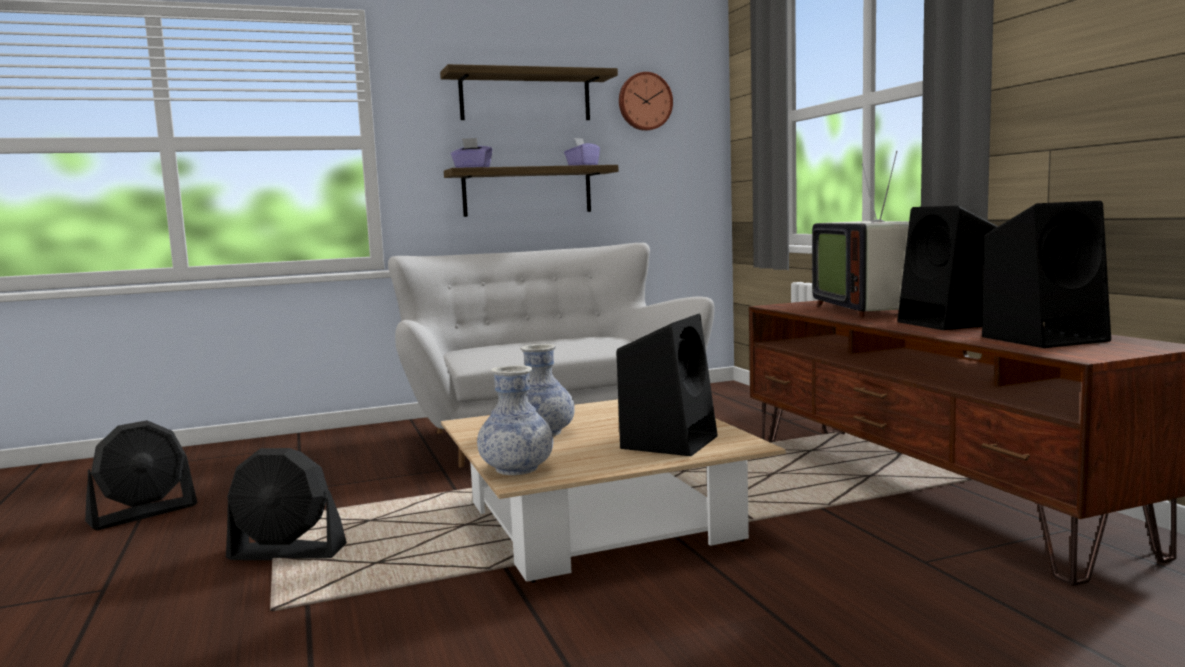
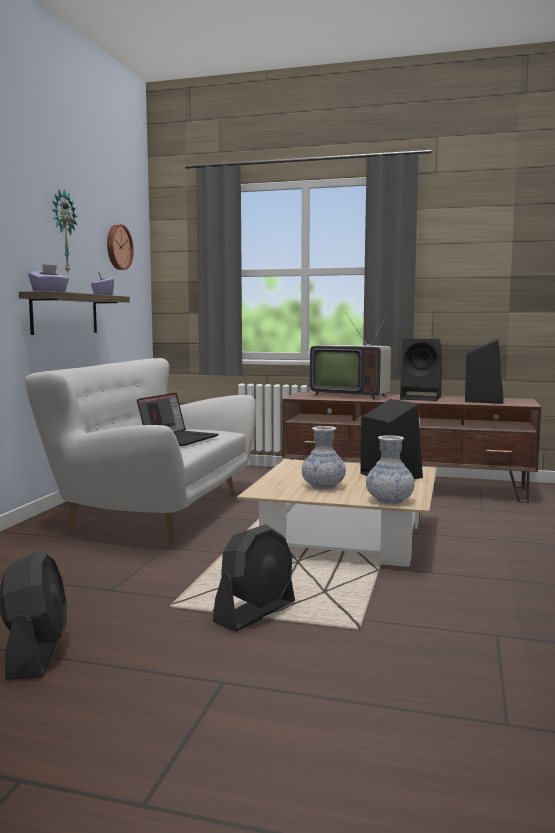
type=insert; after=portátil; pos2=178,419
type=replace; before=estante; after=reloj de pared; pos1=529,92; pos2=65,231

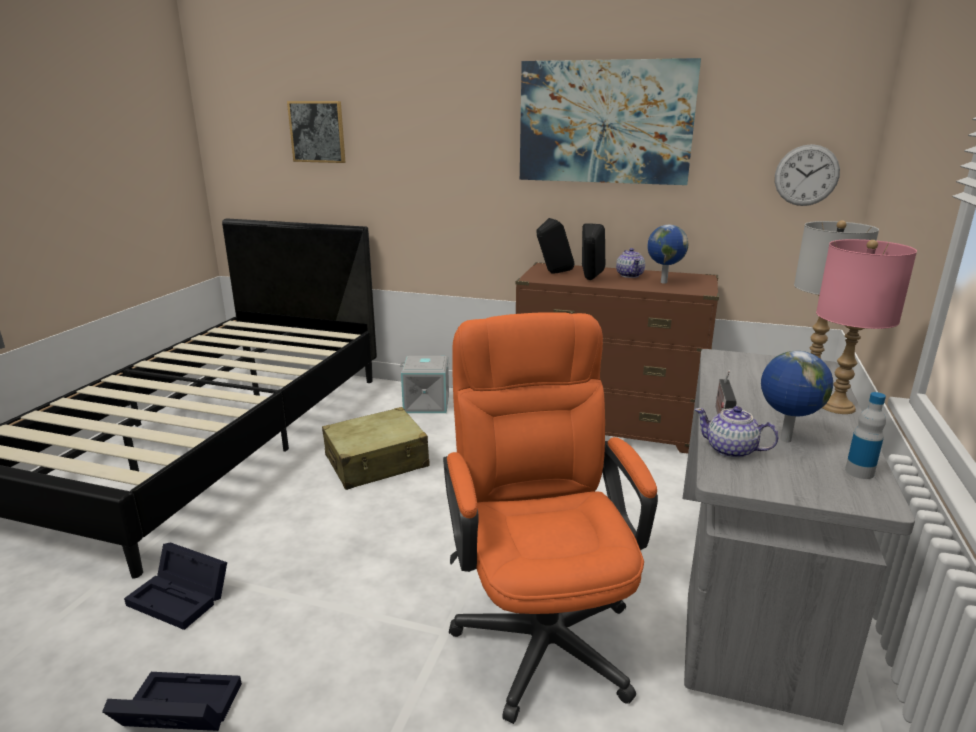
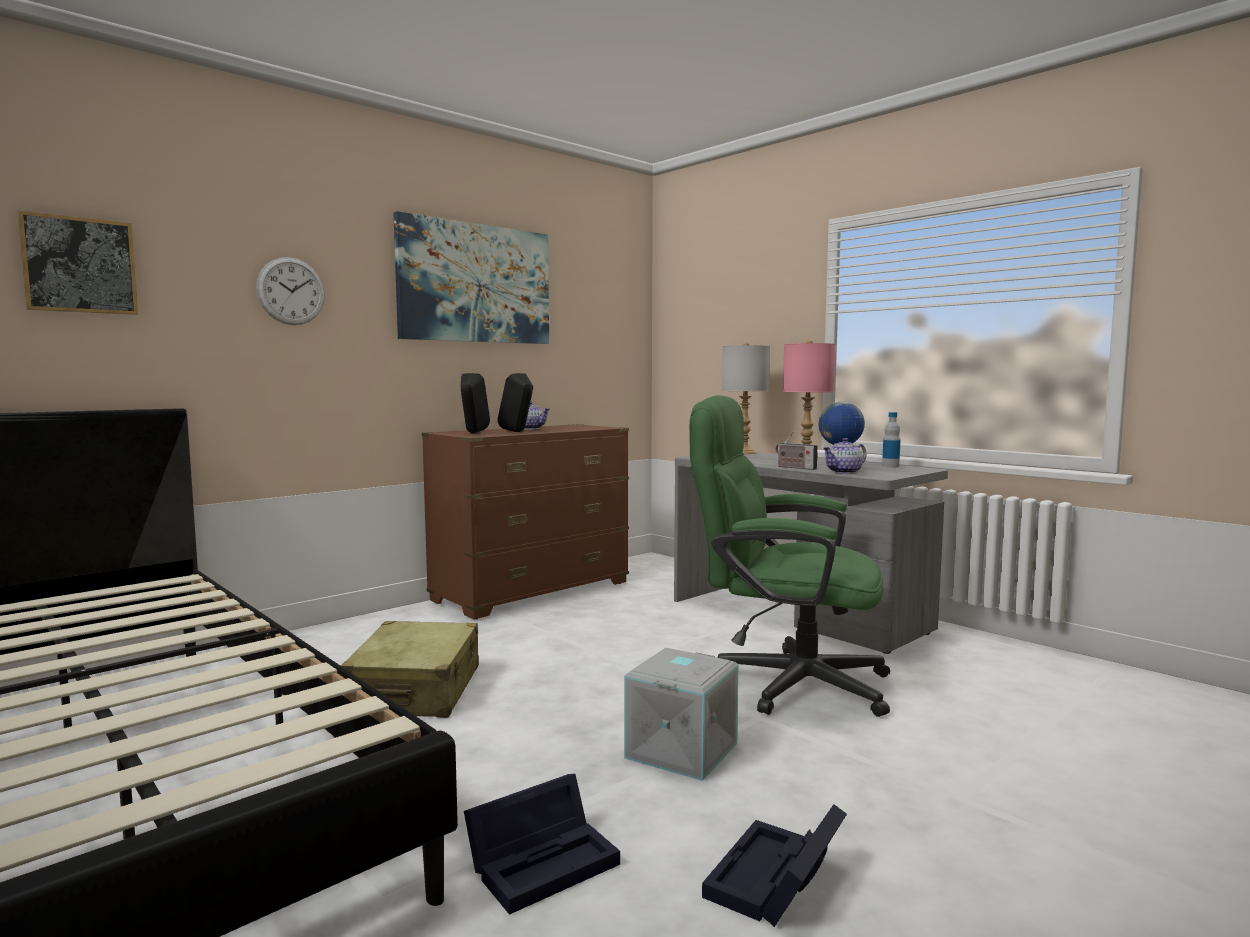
type=delete; before=globo terráqueo; pos1=667,254
type=move; before=caja de almacenaje [gris]; pos1=425,384; pos2=681,714
type=move; before=reloj de pared; pos1=807,175; pos2=290,291
type=recolor; before=silla de oficina [naranja]; after=silla de oficina [verde]; pos1=550,518; pos2=789,556

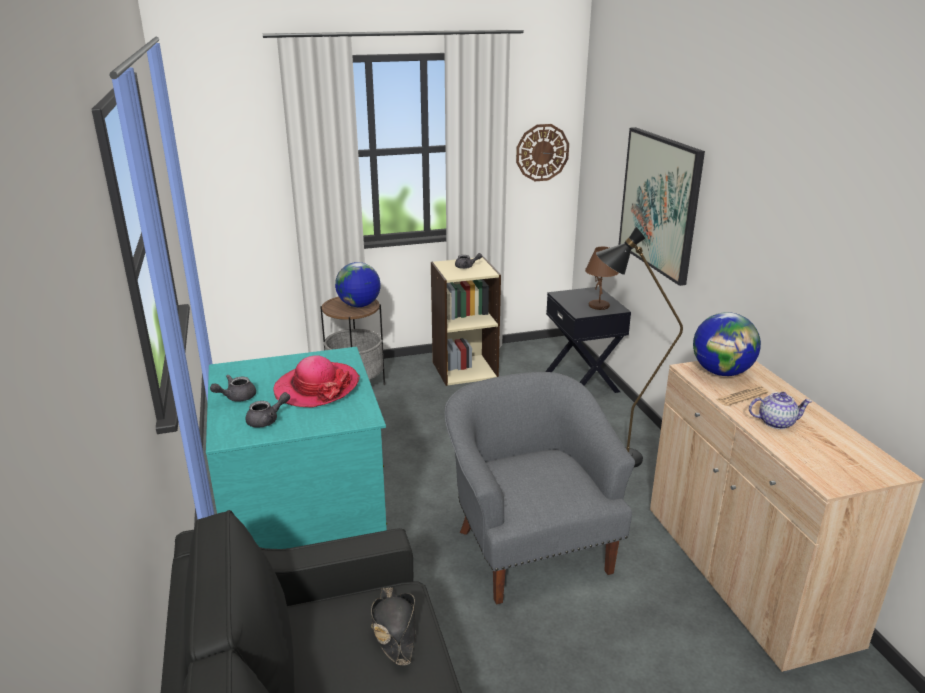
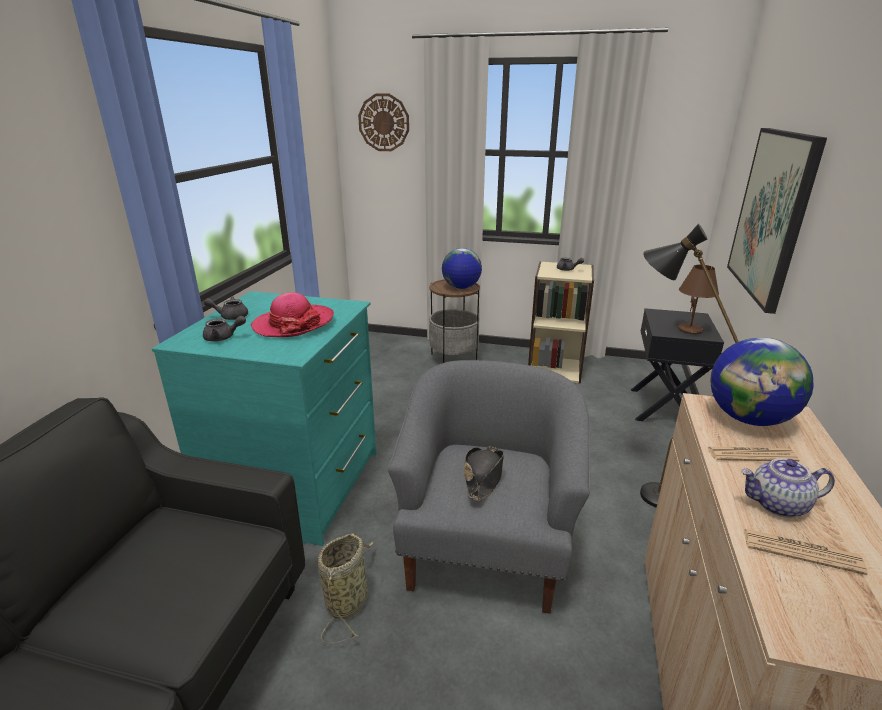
type=insert; after=cesta; pos2=346,588
type=insert; after=periódico; pos2=806,552
type=move; before=sombrero [negro]; pos1=393,626; pos2=484,473
type=move; before=reloj de pared; pos1=542,152; pos2=383,122
type=rotate; before=tetera; pos1=780,410; pos2=788,488; turn=150

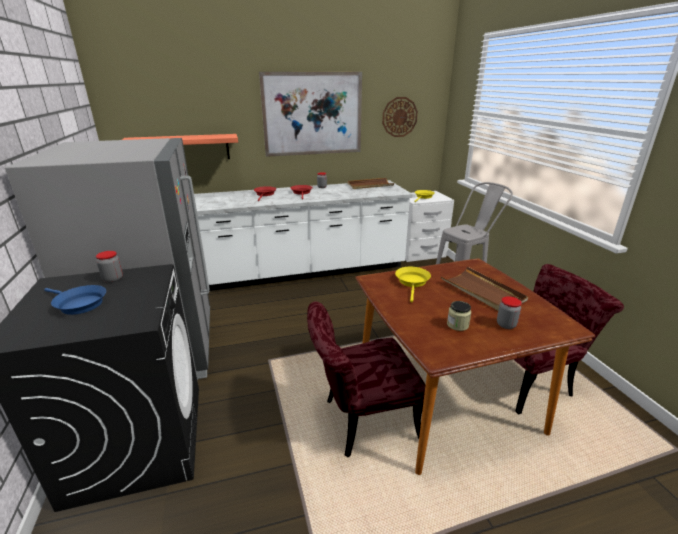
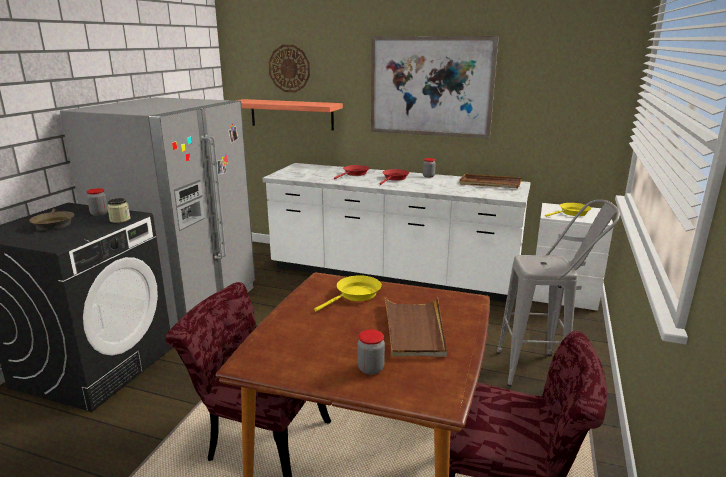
type=move; before=reloj de pared; pos1=400,117; pos2=289,68
type=move; before=tarro; pos1=459,316; pos2=118,210
type=recolor; before=sartén [azul]; after=sartén [marrón]; pos1=75,300; pos2=51,219

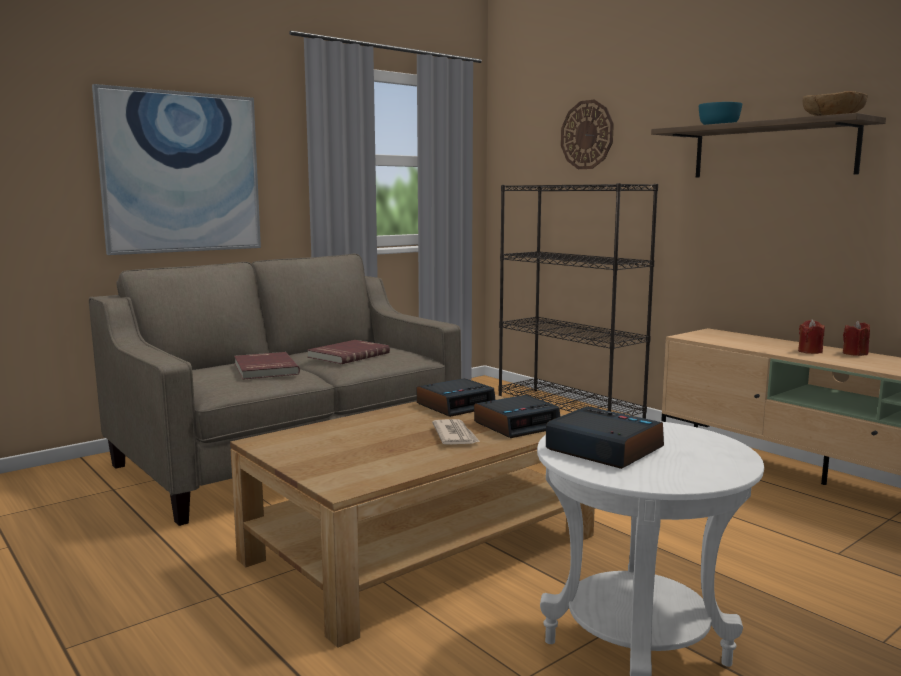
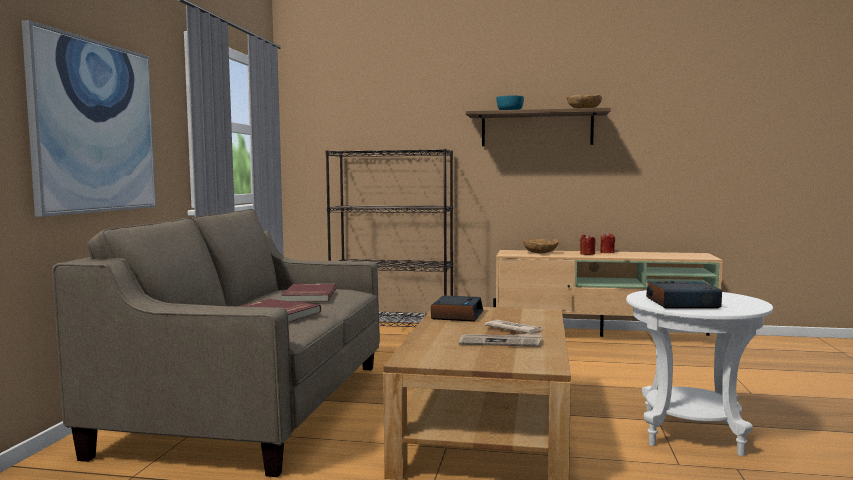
type=delete; before=despertador; pos1=517,416
type=delete; before=reloj de pared; pos1=587,134
type=insert; after=periódico; pos2=500,340
type=insert; after=cuenco [marrón]; pos2=541,246

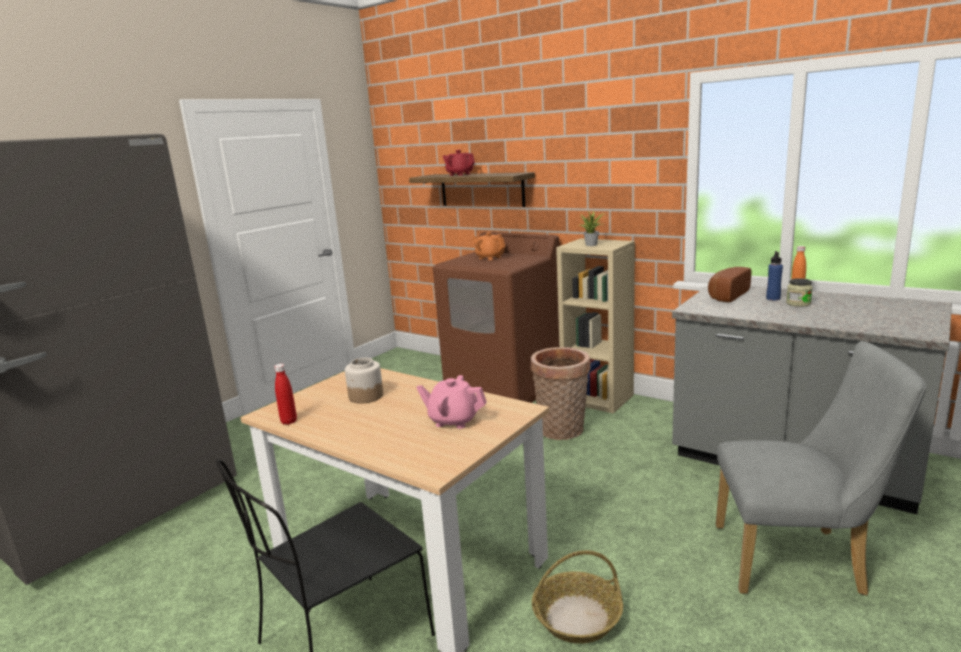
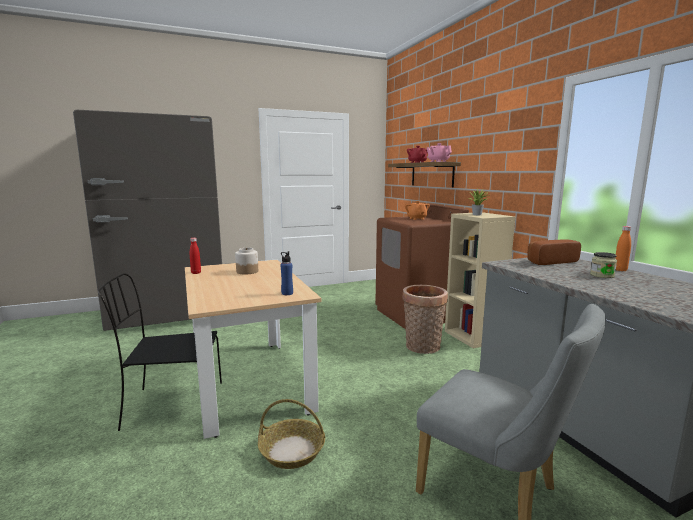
type=move; before=tetera [rosa]; pos1=451,402; pos2=439,152
type=move; before=botella [azul]; pos1=774,275; pos2=286,273

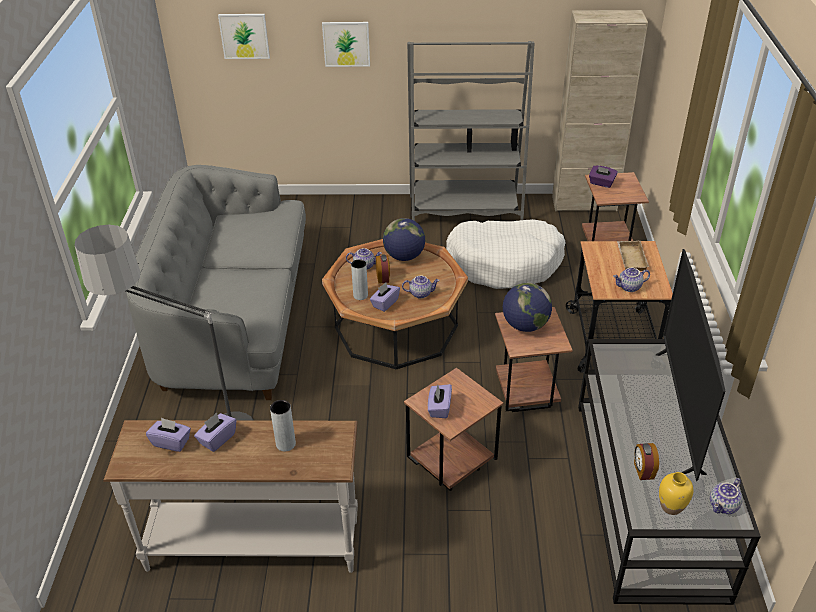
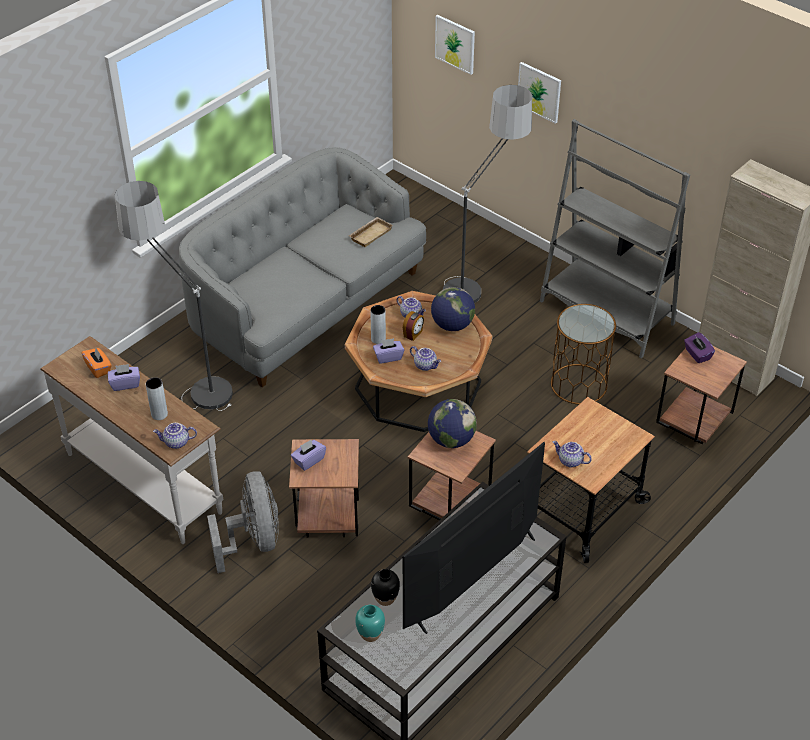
type=insert; after=ventilador [gris]; pos2=243,522
type=insert; after=lámpara de pie; pos2=487,194
type=move; before=bandeja [beis]; pos1=633,256; pos2=371,232
type=move; before=tetera; pos1=726,496; pos2=175,436
type=replace; before=cama para perro [blanco]; after=mesa auxiliar [marrón]; pos1=506,254; pos2=583,354
type=replace; before=despertador; after=florero [negro]; pos1=646,461; pos2=385,587
type=recolor; before=caja de pañuelos [morado]; after=caja de pañuelos [naranja]; pos1=168,435; pos2=97,363
type=recolor; before=florero [amarillo]; after=florero [turquesa]; pos1=676,493; pos2=370,623

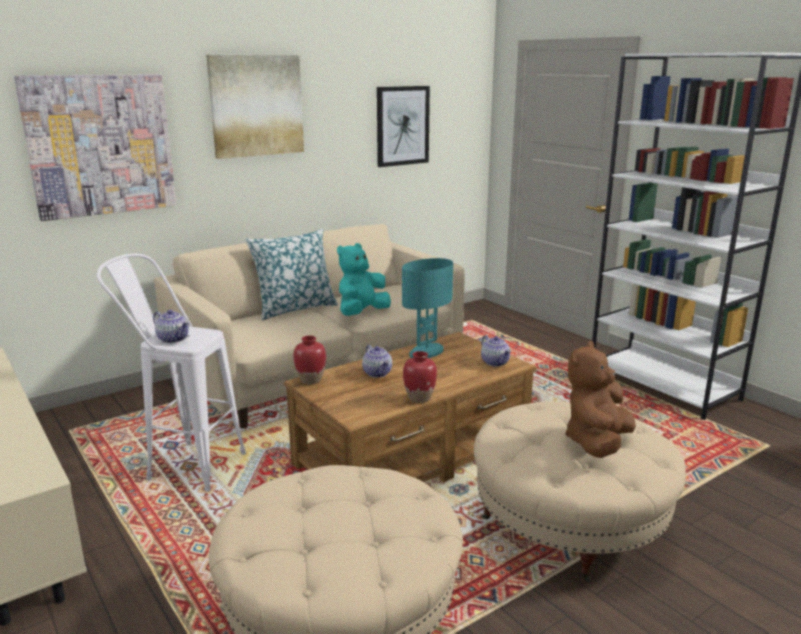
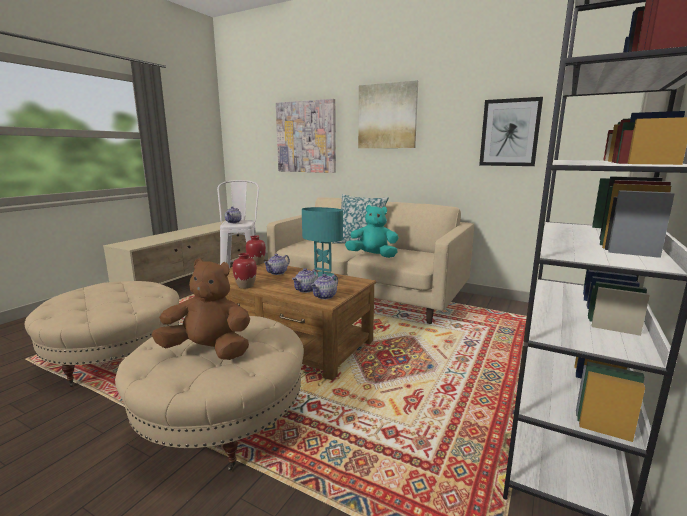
type=insert; after=tetera; pos2=305,280

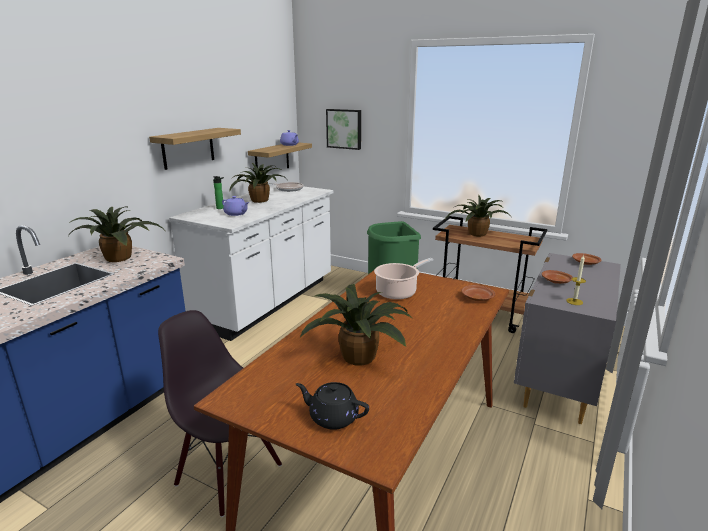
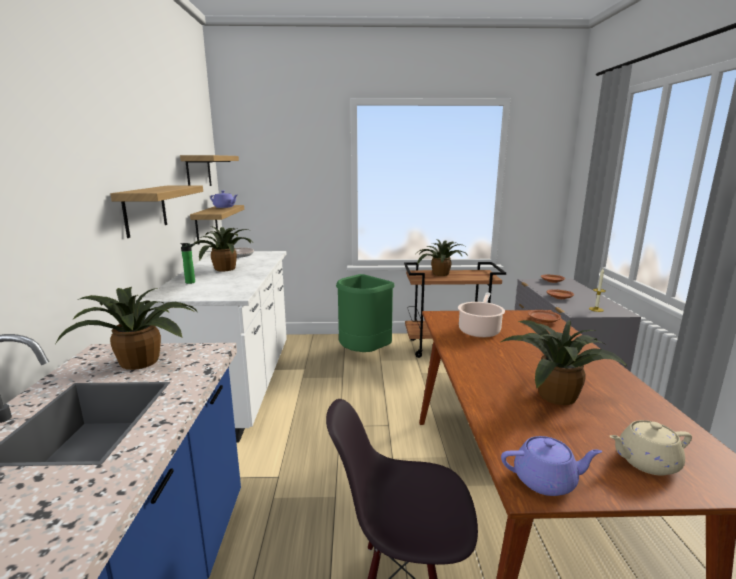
type=delete; before=cuadro; pos1=343,129
type=insert; after=estante; pos2=209,170
type=move; before=tetera [morado]; pos1=235,206; pos2=551,466
type=recolor; before=tetera [negro]; after=tetera [beis]; pos1=332,406; pos2=650,448

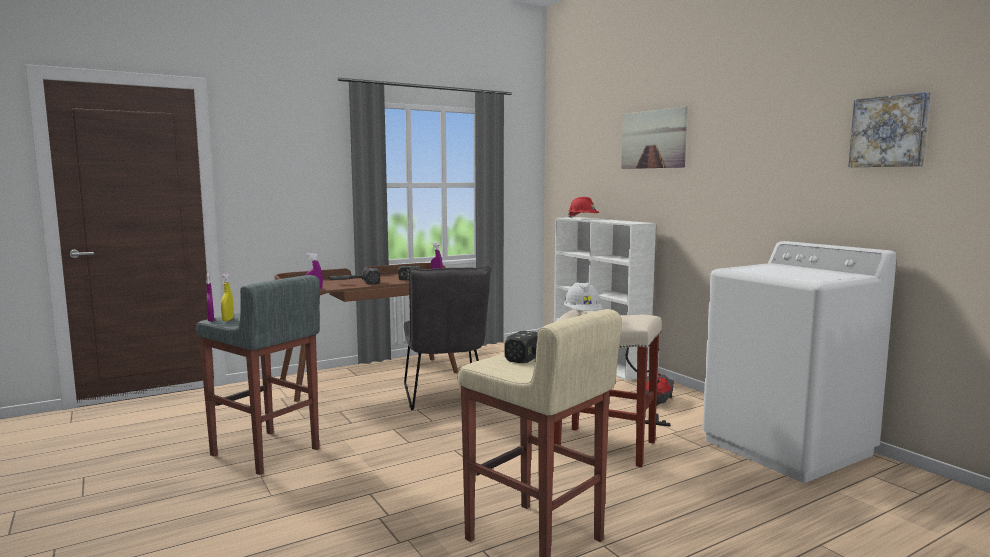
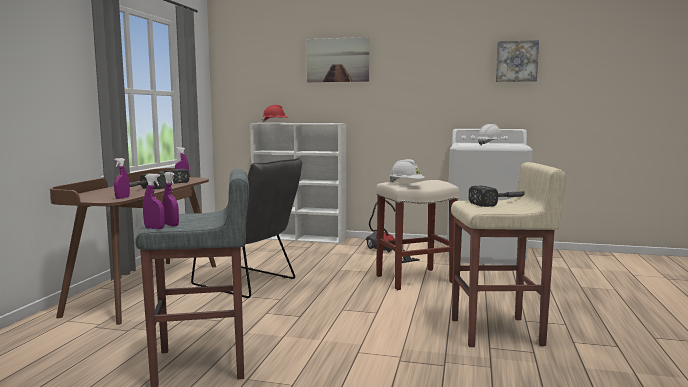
type=insert; after=casco [blanco]; pos2=491,134
type=recolor; before=pulverizador [amarillo]; after=pulverizador [morado]; pos1=227,297; pos2=171,199

